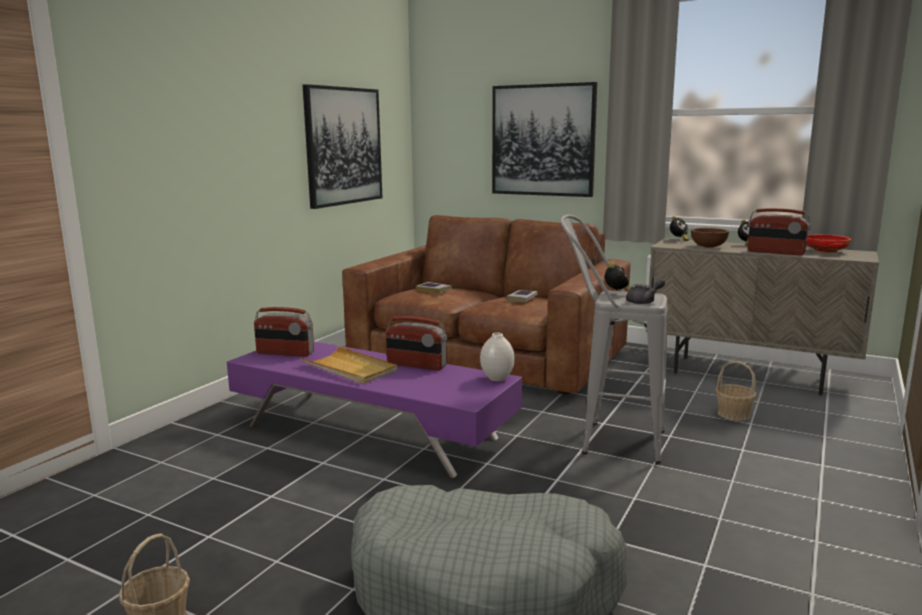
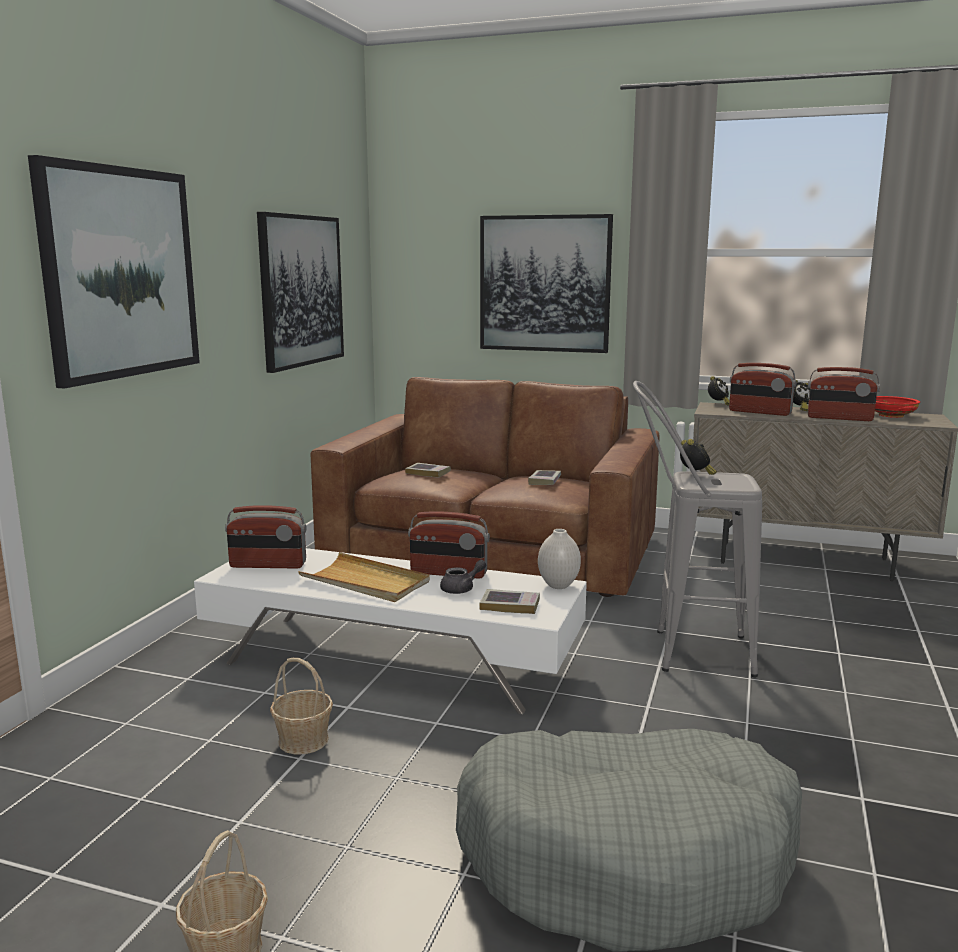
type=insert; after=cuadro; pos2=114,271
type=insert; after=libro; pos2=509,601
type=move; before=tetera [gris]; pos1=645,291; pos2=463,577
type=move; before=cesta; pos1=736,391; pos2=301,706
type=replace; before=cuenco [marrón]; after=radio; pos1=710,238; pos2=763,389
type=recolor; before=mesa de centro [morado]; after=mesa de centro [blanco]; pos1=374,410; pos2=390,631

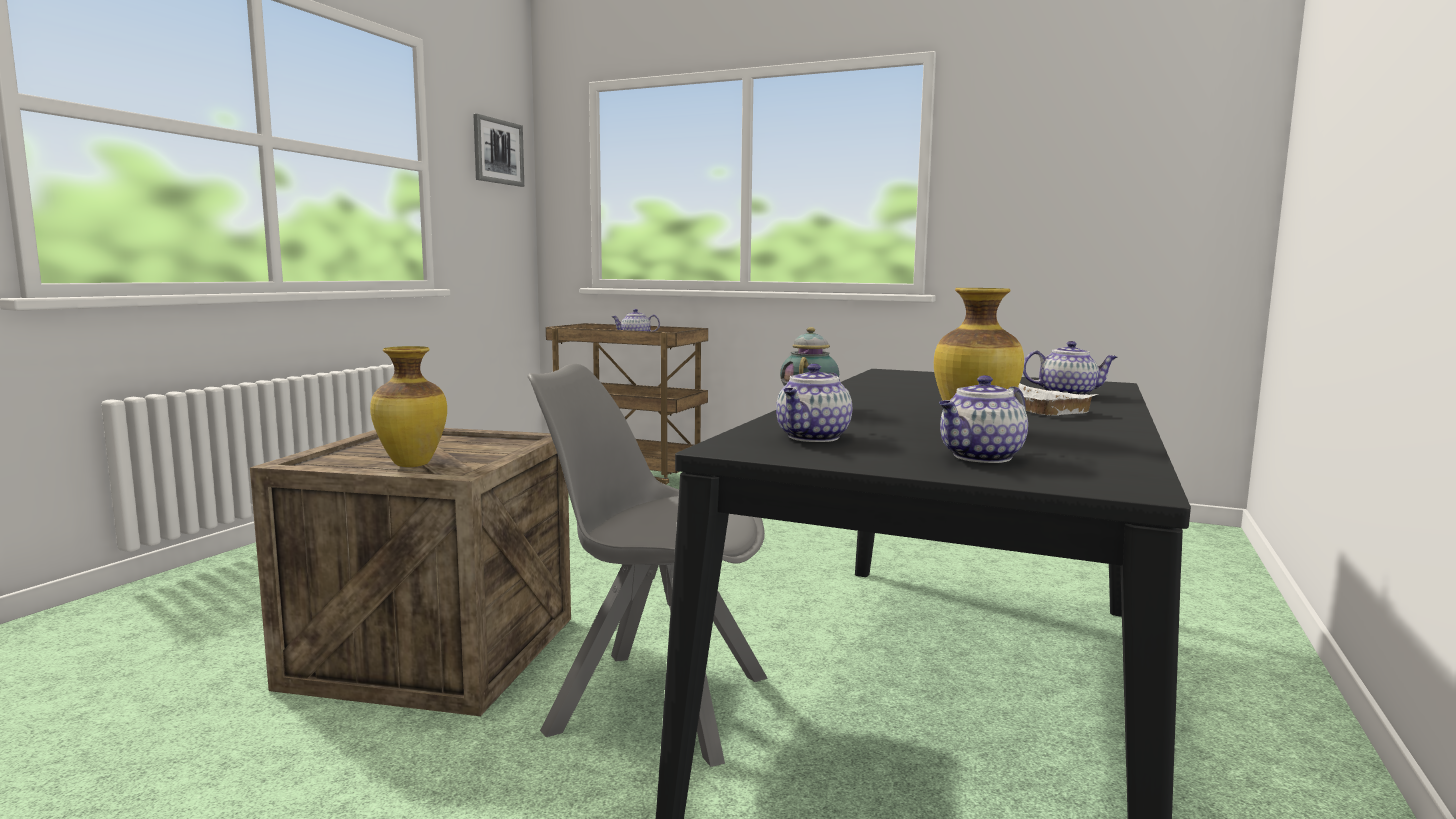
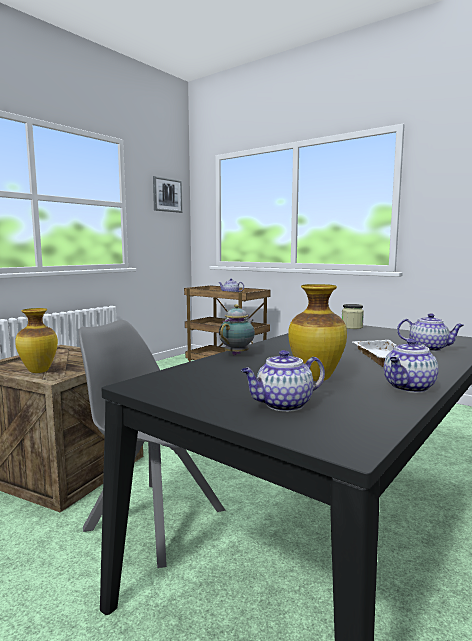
type=insert; after=tarro; pos2=353,316
type=move; before=tetera; pos1=814,403; pos2=411,366

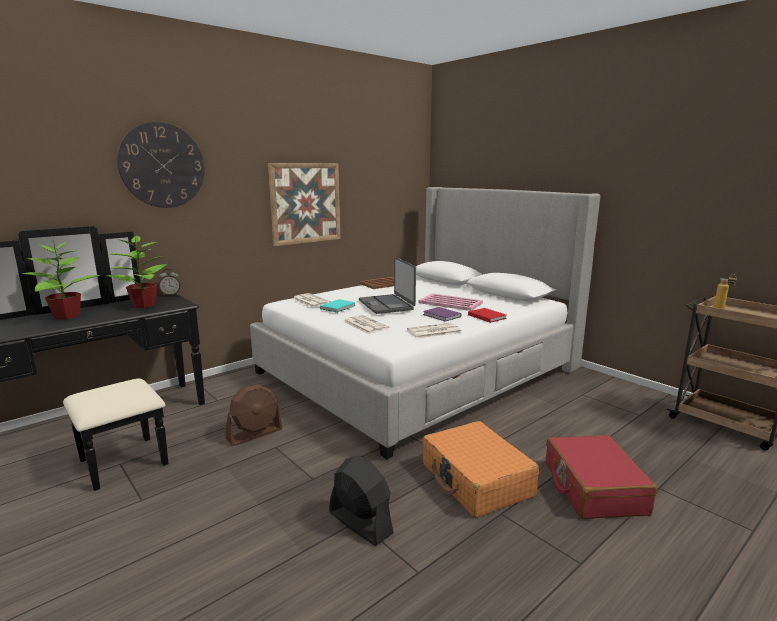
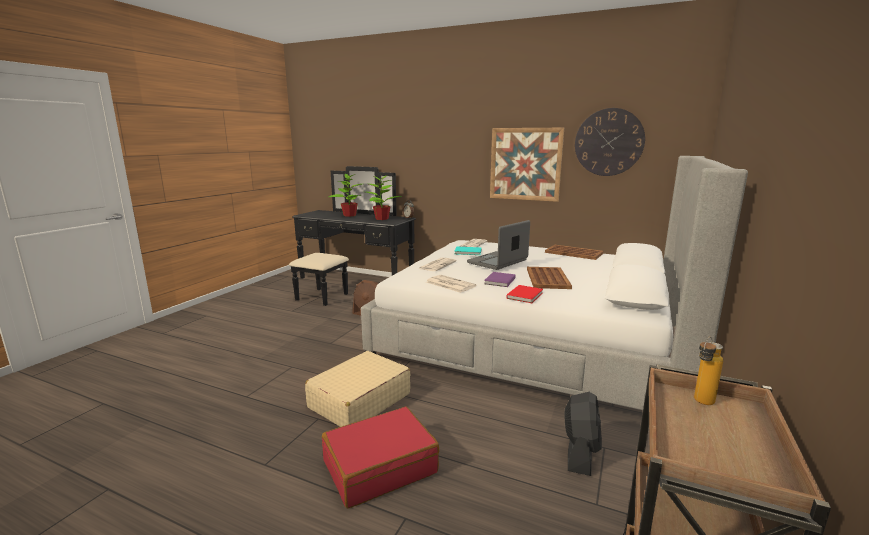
type=move; before=reloj de pared; pos1=161,165; pos2=610,142
type=move; before=ventilador [negro]; pos1=361,501; pos2=583,434
type=recolor; before=bandeja [rosa]; after=bandeja [marrón]; pos1=451,302; pos2=549,278
type=recolor; before=maleta [naranja]; after=maleta [beis]; pos1=480,469; pos2=357,389

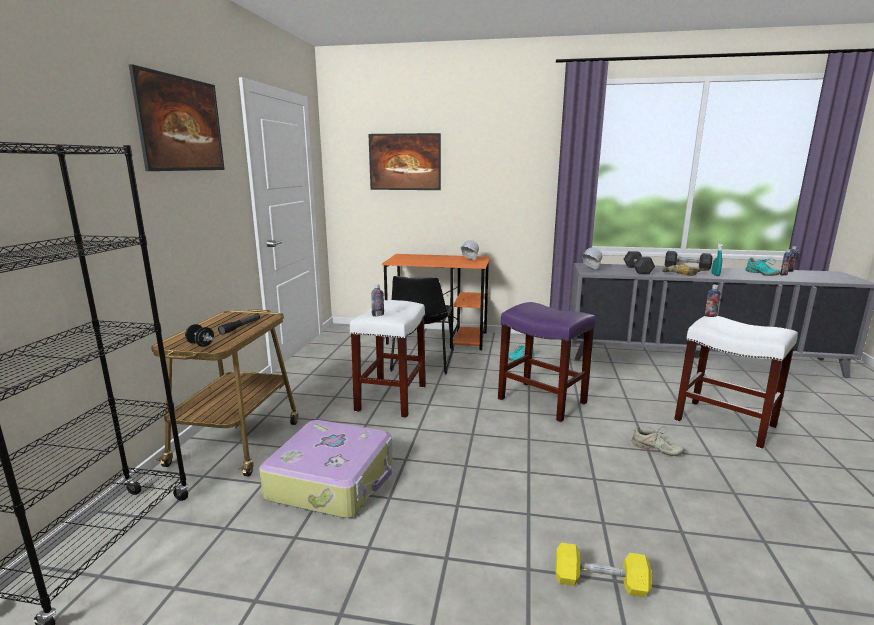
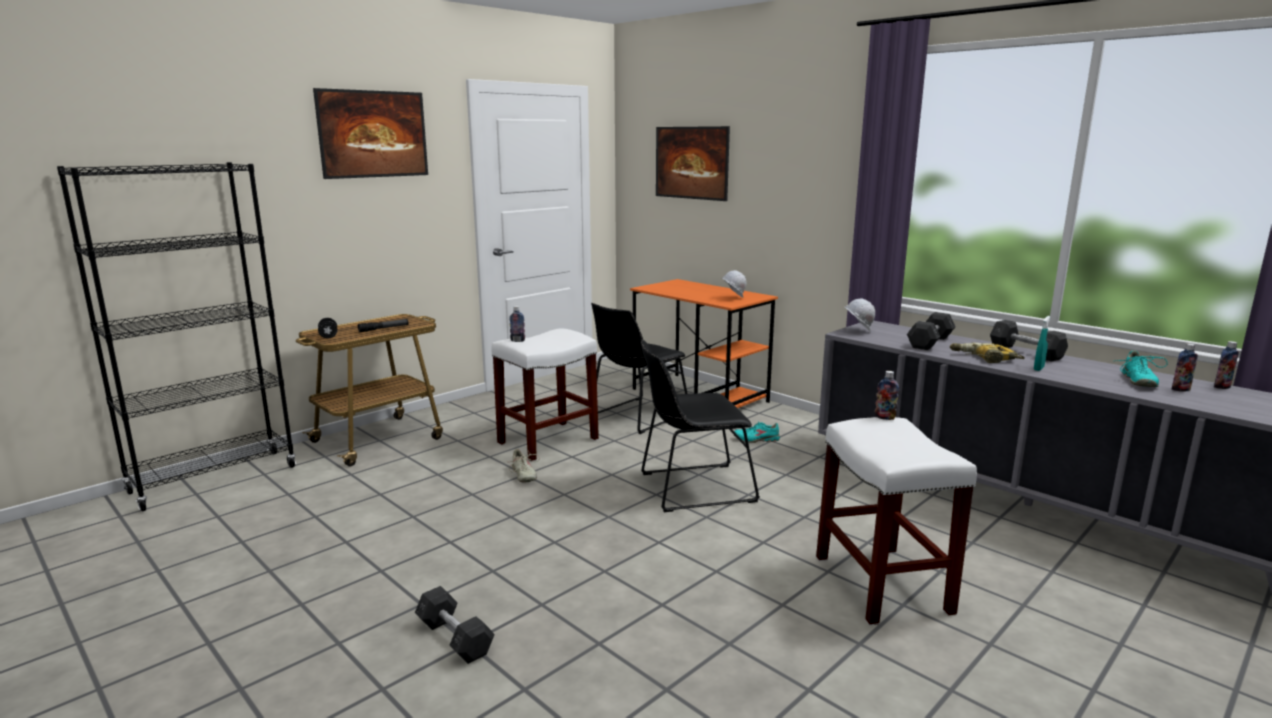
type=delete; before=maleta; pos1=325,469
type=move; before=zapato [beis]; pos1=658,440; pos2=522,465
type=replace; before=taburete [morado]; after=silla [negro]; pos1=547,362; pos2=700,426
type=recolor; before=mancuerna [amarillo]; after=mancuerna [gris]; pos1=604,570; pos2=455,625

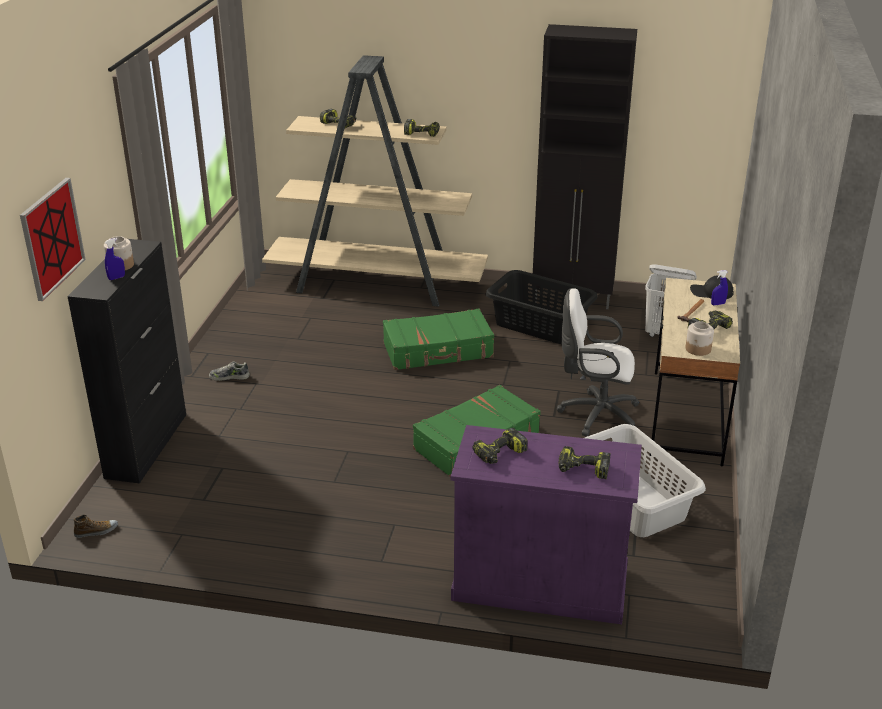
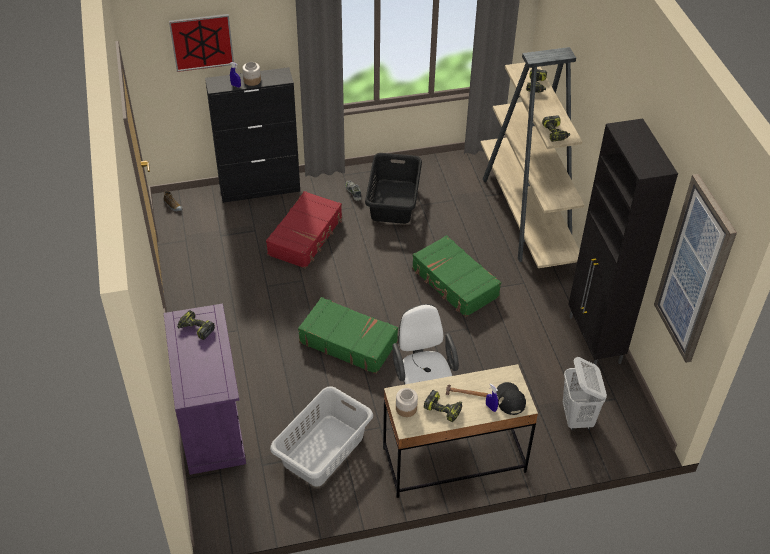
type=delete; before=taladro; pos1=584,462
type=insert; after=maleta [rojo]; pos2=304,230
type=insert; after=cuadro; pos2=695,268
type=move; before=cesto de la ropa [negro]; pos1=542,307; pos2=393,188

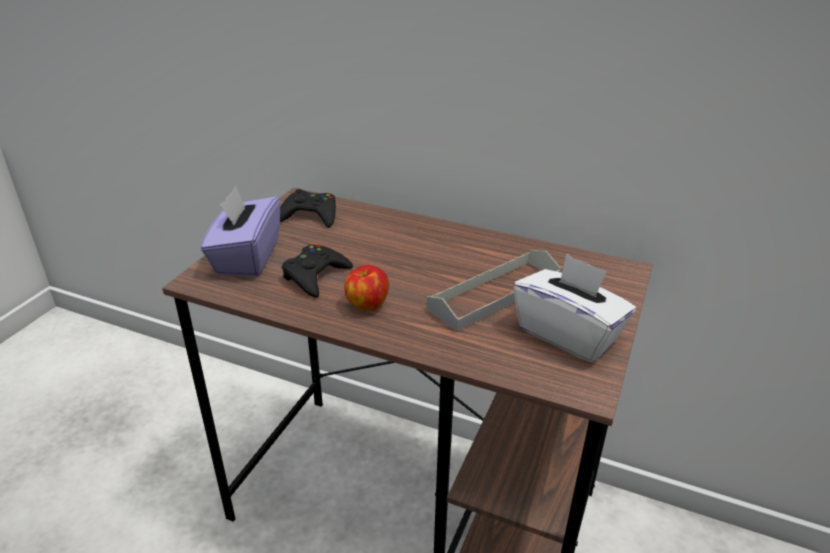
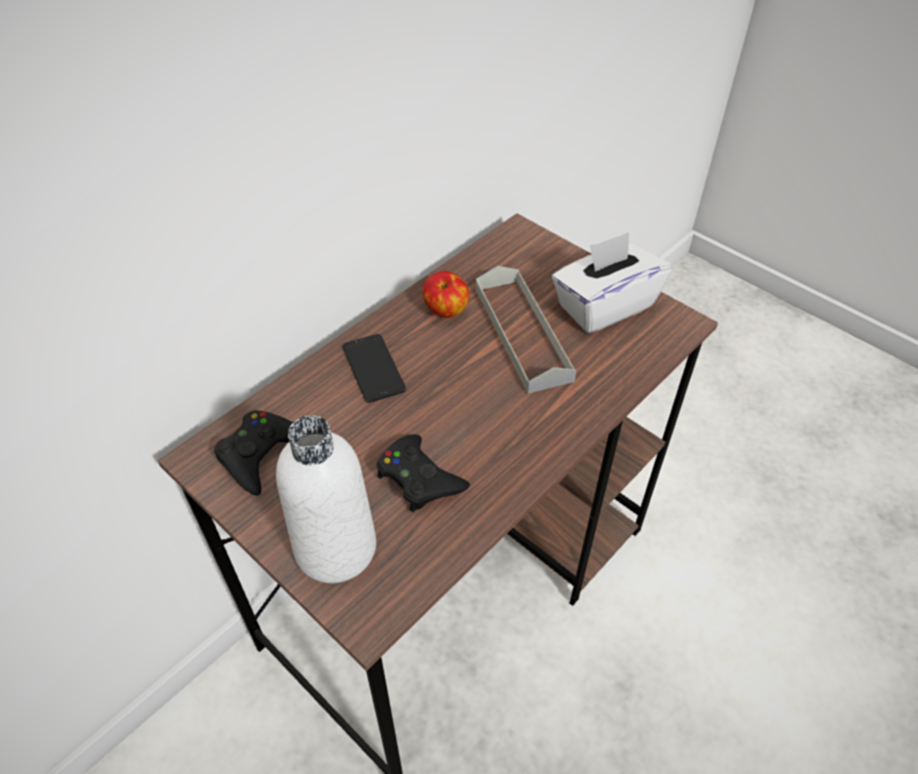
type=insert; after=móvil; pos2=374,368
type=move; before=manzana; pos1=366,288; pos2=445,294
type=replace; before=caja de pañuelos [morado]; after=botella [blanco]; pos1=240,231; pos2=326,499

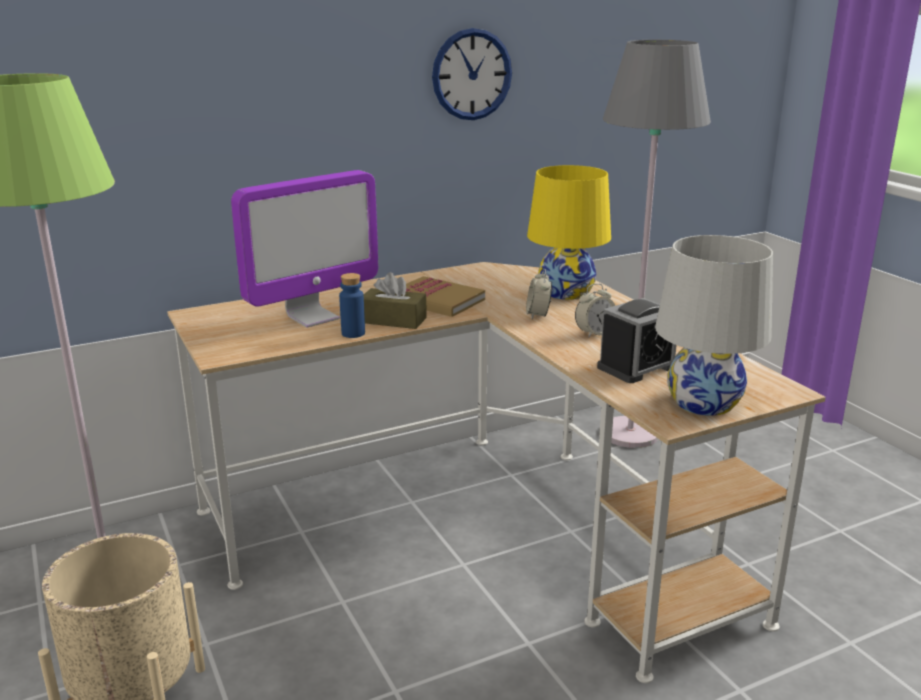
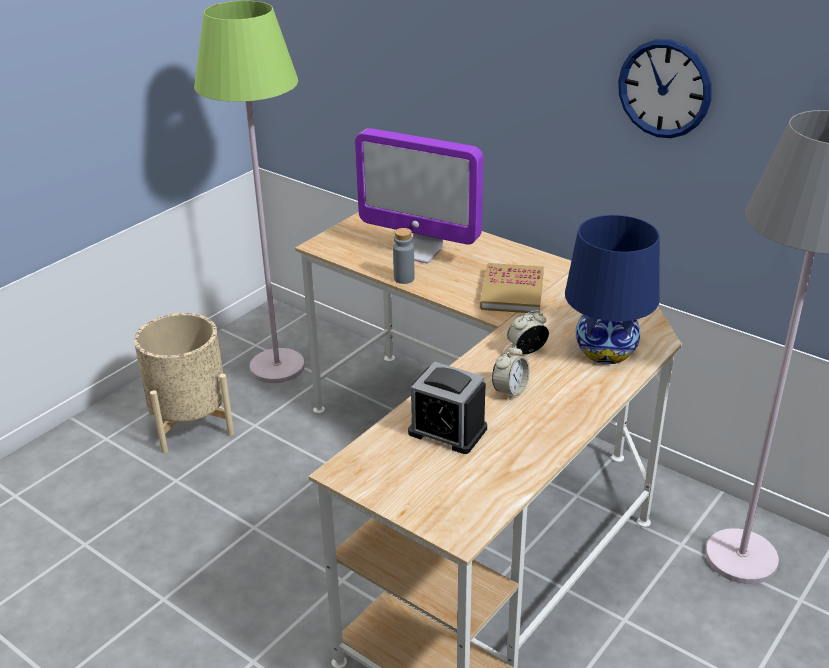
type=delete; before=caja de pañuelos [marrón]; pos1=395,300
type=delete; before=lámpara de mesa [blanco]; pos1=714,325
type=recolor; before=botella [azul]; after=botella [gris]; pos1=352,305; pos2=403,256
type=recolor; before=lámpara de mesa [amarillo]; after=lámpara de mesa [azul]; pos1=569,232; pos2=612,289
type=rotate; before=despertador; pos1=595,310; pos2=511,371; turn=-90

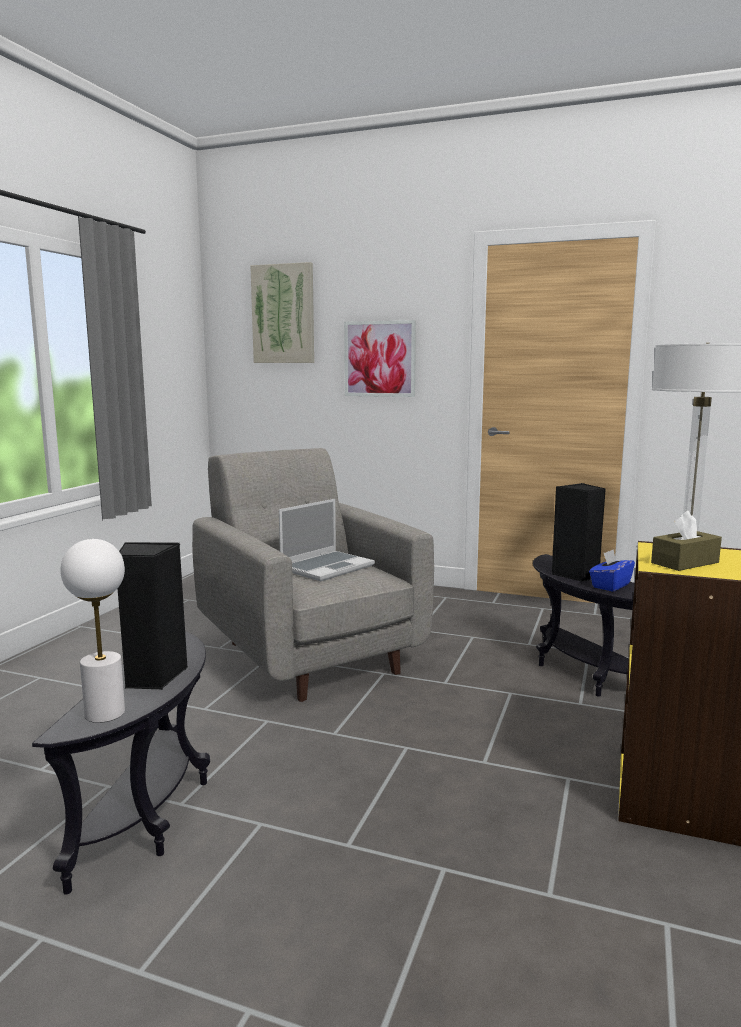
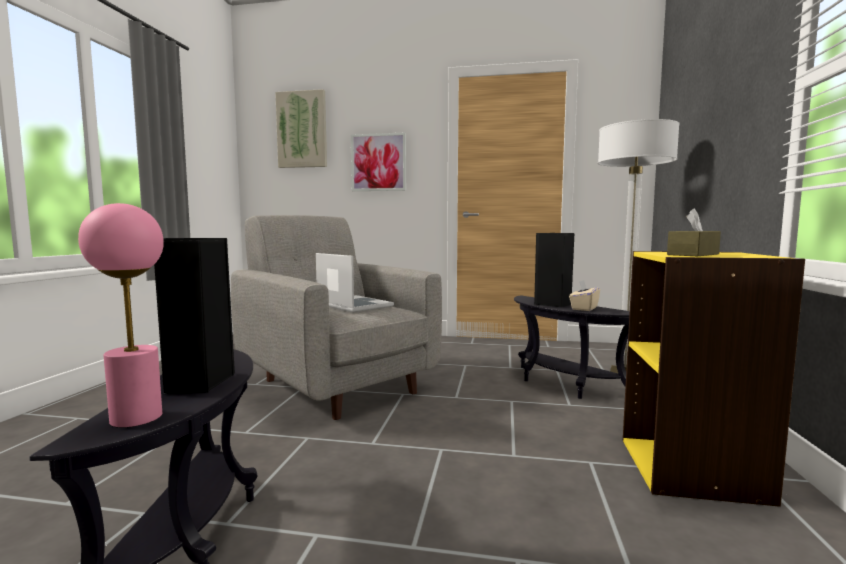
type=recolor; before=lámpara de mesa [blanco]; after=lámpara de mesa [rosa]; pos1=92,631; pos2=121,315
type=recolor; before=caja de pañuelos [azul]; after=caja de pañuelos [beis]; pos1=612,570; pos2=584,295
type=rotate; before=portátil; pos1=327,540; pos2=355,283; turn=-75

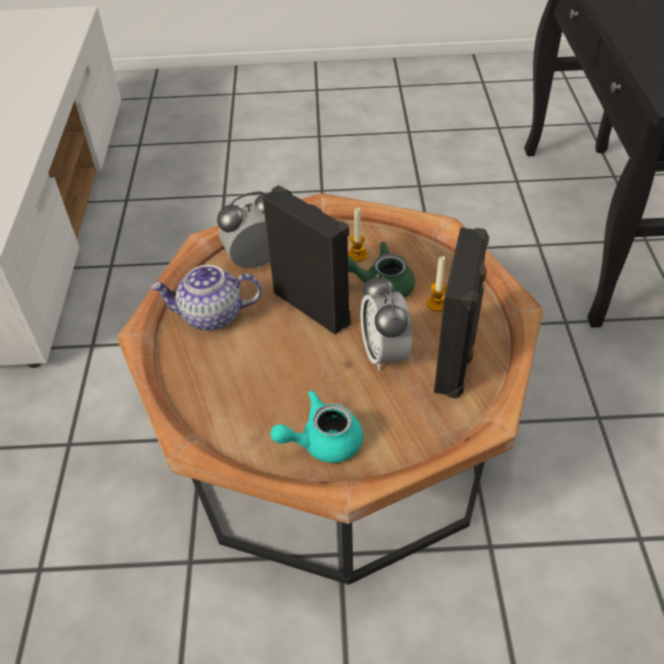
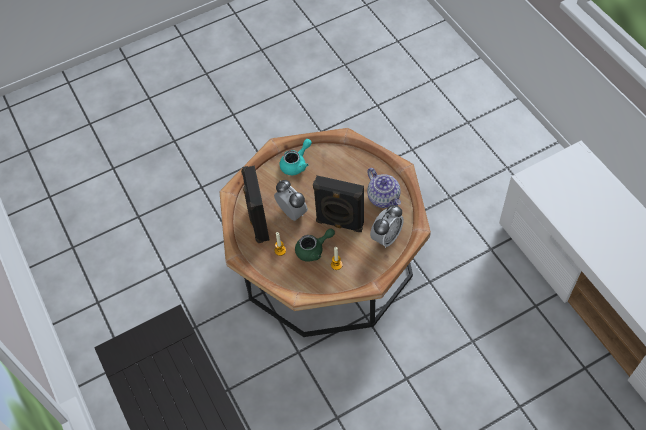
type=rotate; before=tetera; pos1=206,298; pos2=384,188; turn=90

